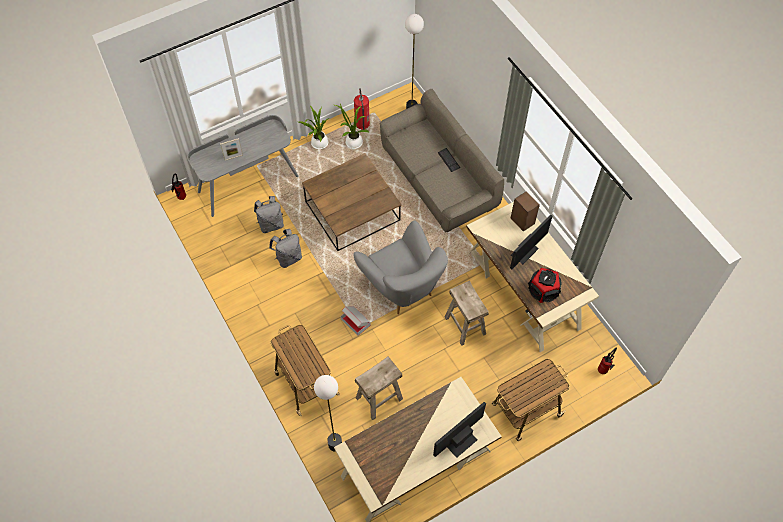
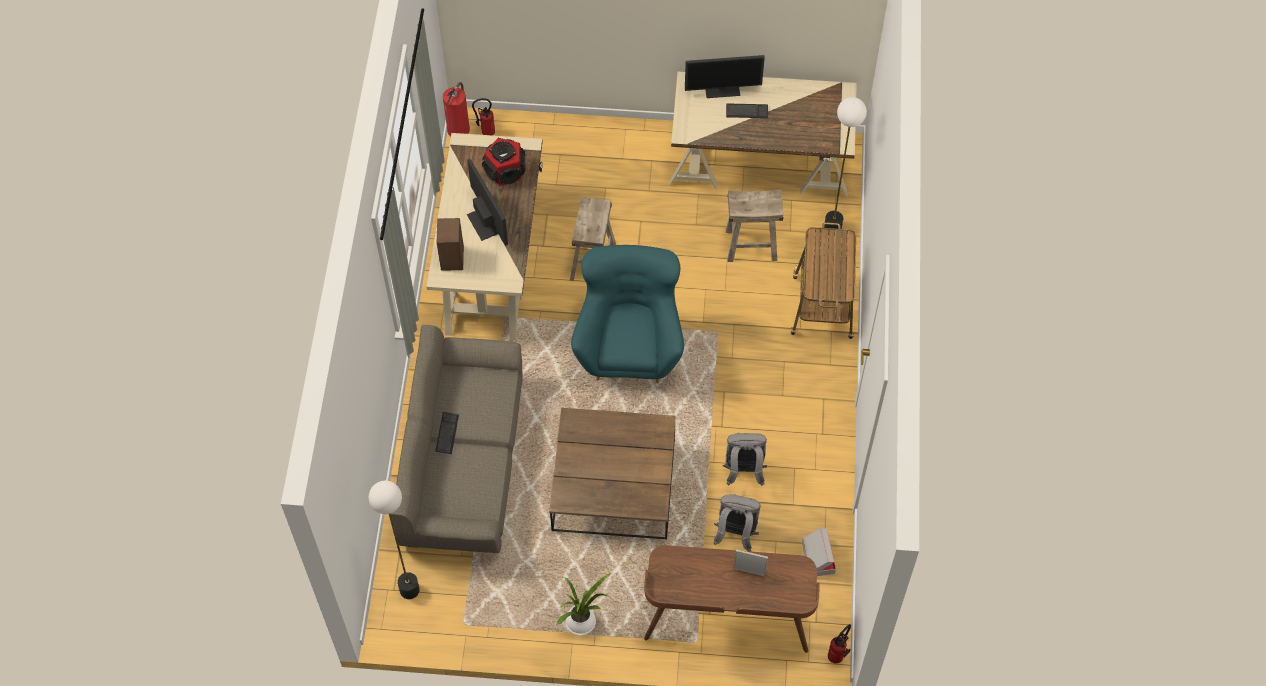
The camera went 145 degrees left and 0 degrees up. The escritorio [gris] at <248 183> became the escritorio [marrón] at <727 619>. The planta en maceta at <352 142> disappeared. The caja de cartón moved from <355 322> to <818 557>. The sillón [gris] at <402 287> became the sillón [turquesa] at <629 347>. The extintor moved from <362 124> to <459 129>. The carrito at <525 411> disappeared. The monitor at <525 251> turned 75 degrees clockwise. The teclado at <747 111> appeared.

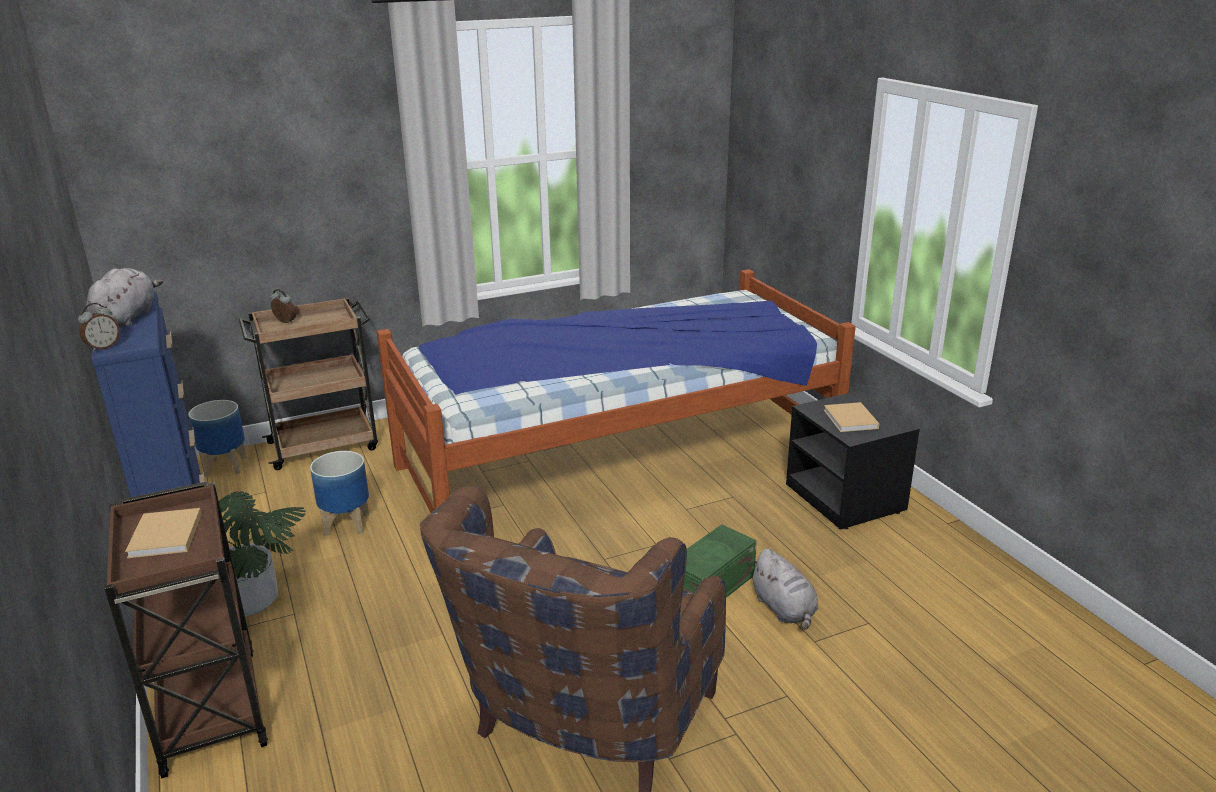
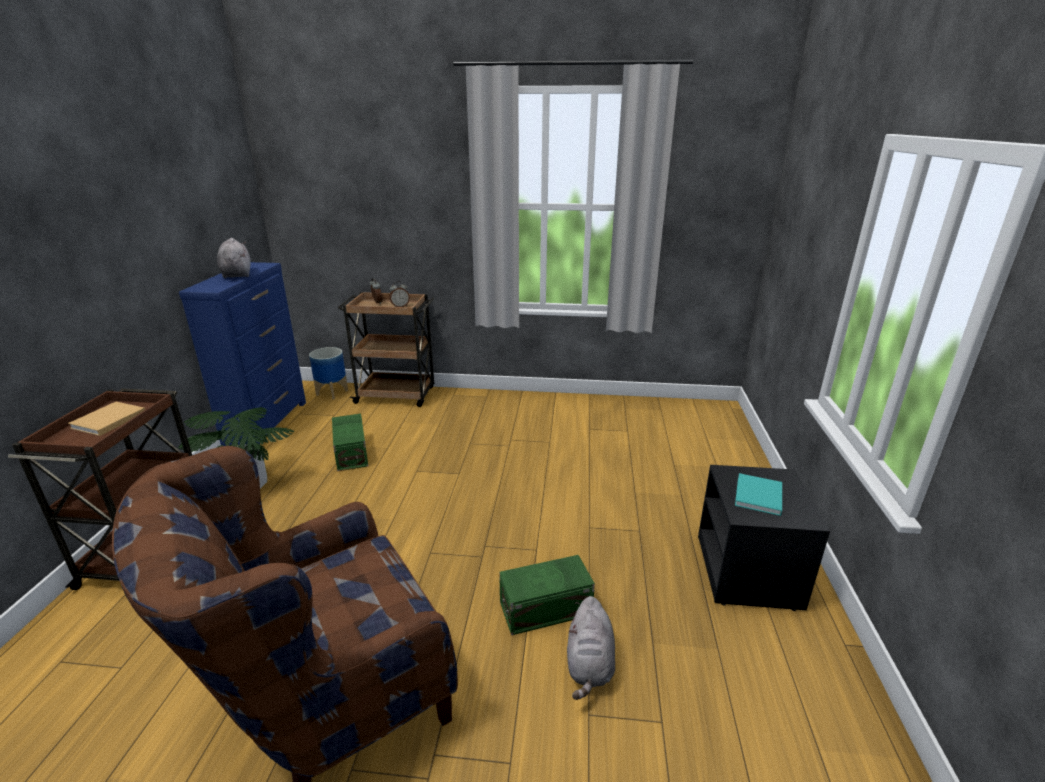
The camera went 30 degrees right and 0 degrees up. The despertador moved from <103 347> to <400 306>. The peluche [gris] at <127 318> turned 60 degrees counterclockwise. The maceta at <347 524> was replaced by the caja de almacenaje [verde] at <352 453>. The cama at <615 463> disappeared. The libro [beis] at <851 420> became the libro [turquesa] at <758 497>.

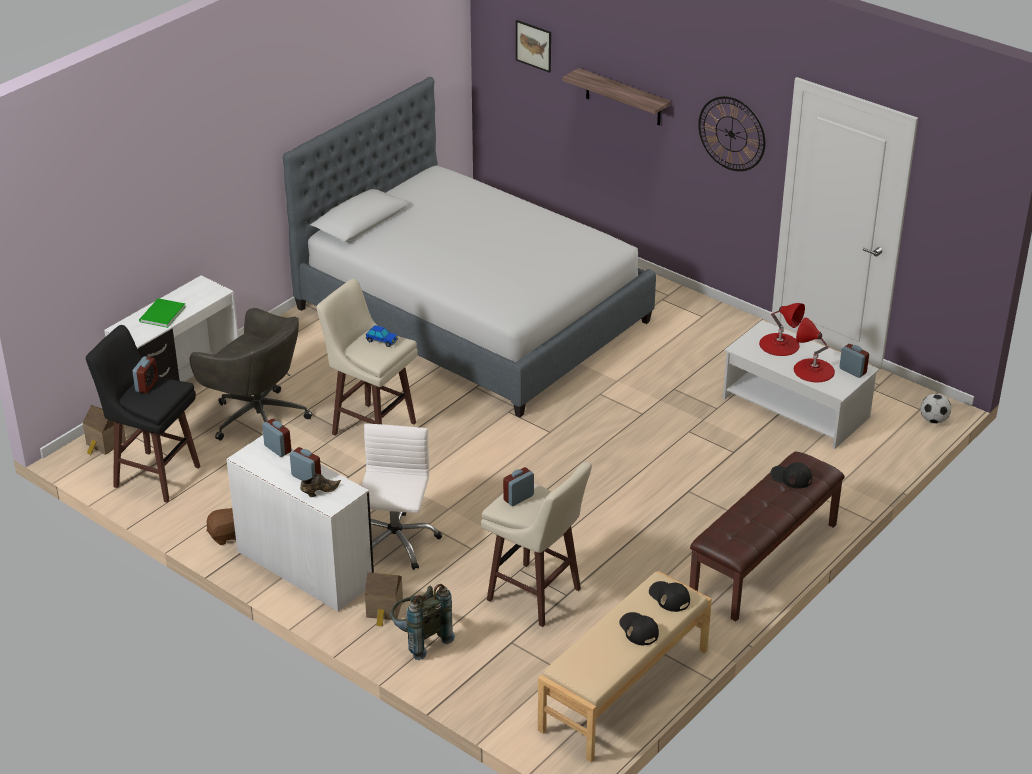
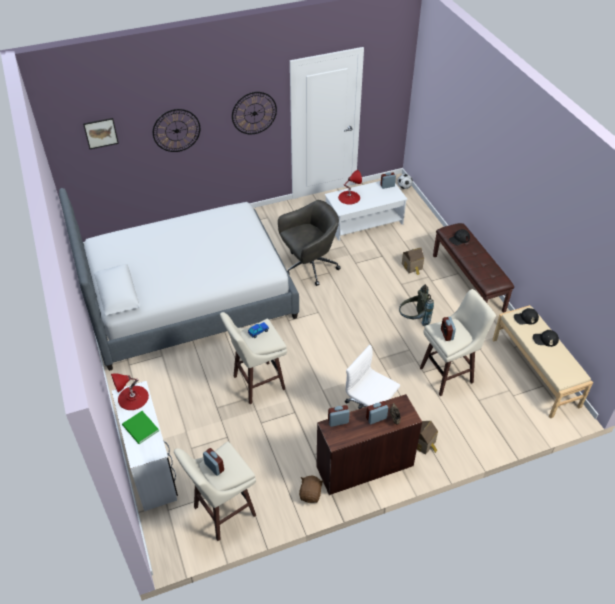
The camera went 60 degrees left and 10 degrees up. The casita moved from <105 444> to <412 267>. The taburete [negro] at <155 475> became the taburete [beis] at <222 512>. The silla de oficina [gris] moved from <257 418> to <309 267>. The escritorio [blanco] at <305 566> became the escritorio [marrón] at <364 465>. The mochila [gris] moved from <419 639> to <413 320>. The estante at <623 97> was replaced by the reloj de pared at <176 130>. The lámpara de mesa [rojo] moved from <813 370> to <133 398>.

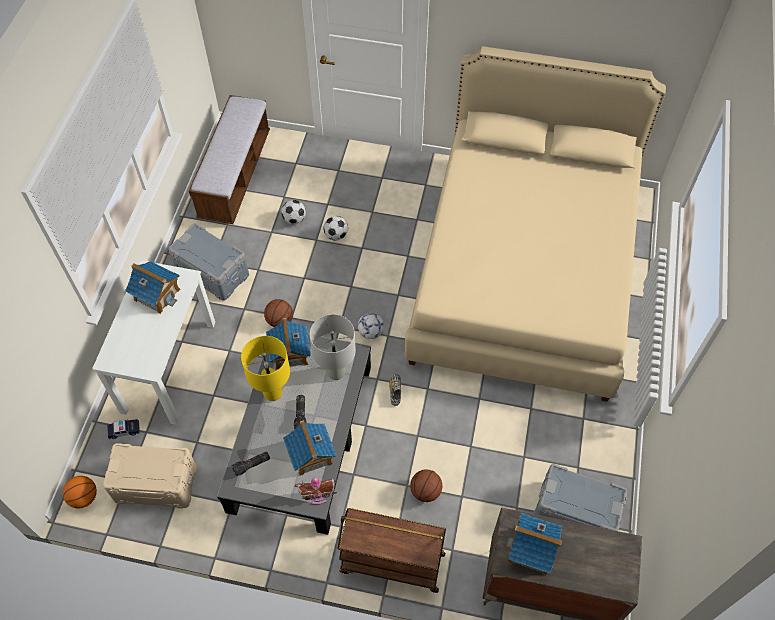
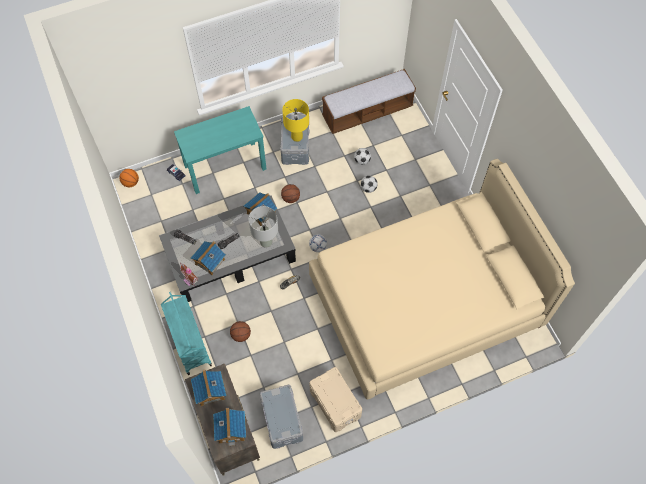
The camera went 55 degrees right and 5 degrees up. The escritorio [blanco] at <169 366> became the escritorio [turquesa] at <225 167>. The caja de almacenaje [beis] moved from <156 483> to <335 403>. The casita moved from <157 294> to <231 429>. The lámpara de mesa [amarillo] moved from <273 393> to <296 137>. The carrito [marrón] at <391 563> became the carrito [turquesa] at <189 343>.

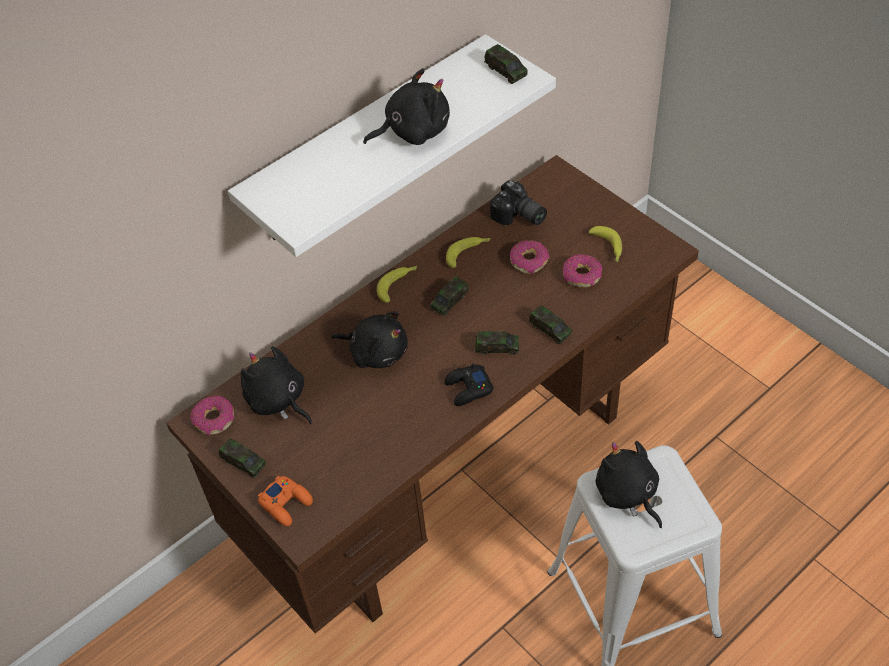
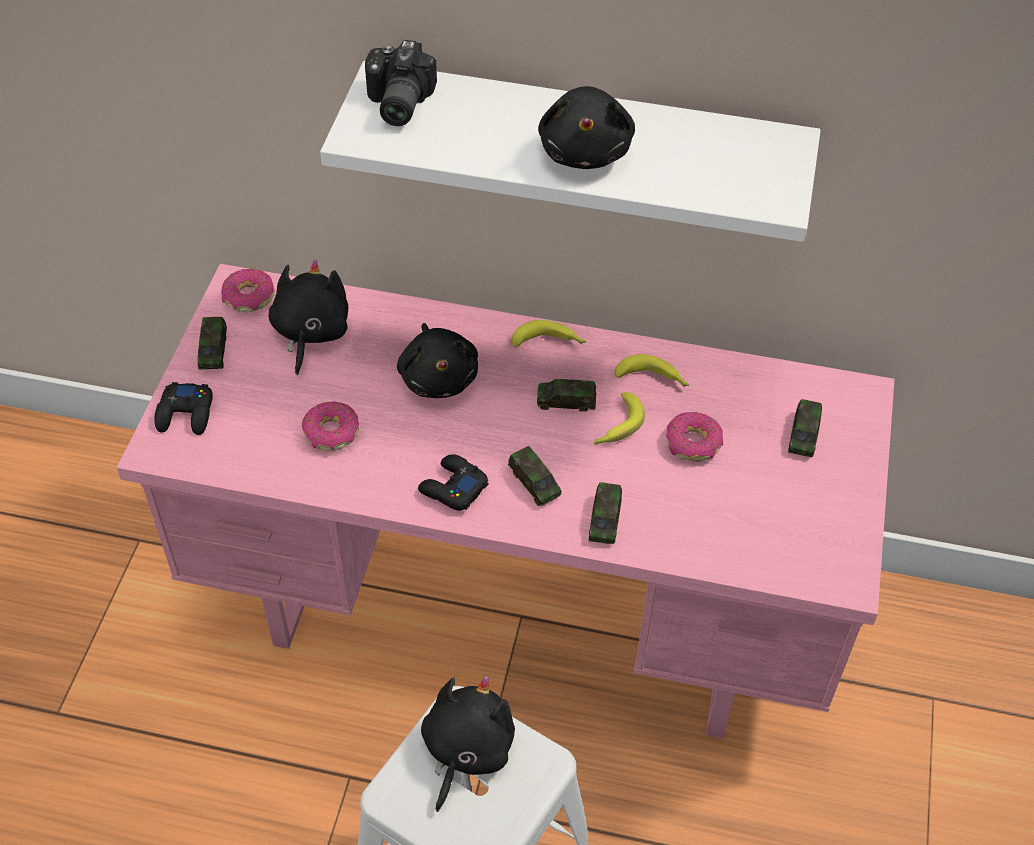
The camera went 50 degrees right and 0 degrees up. The escritorio [marrón] at <456 469> became the escritorio [rosa] at <517 610>. The mando de consola [naranja] at <286 503> became the mando de consola [negro] at <186 414>. The peluche [negro] at <413 131> turned 60 degrees clockwise. The coche de juguete moved from <506 71> to <803 435>. The cámara moved from <518 217> to <396 103>. The rosquilla moved from <582 276> to <331 433>. The plátano moved from <608 248> to <616 427>.

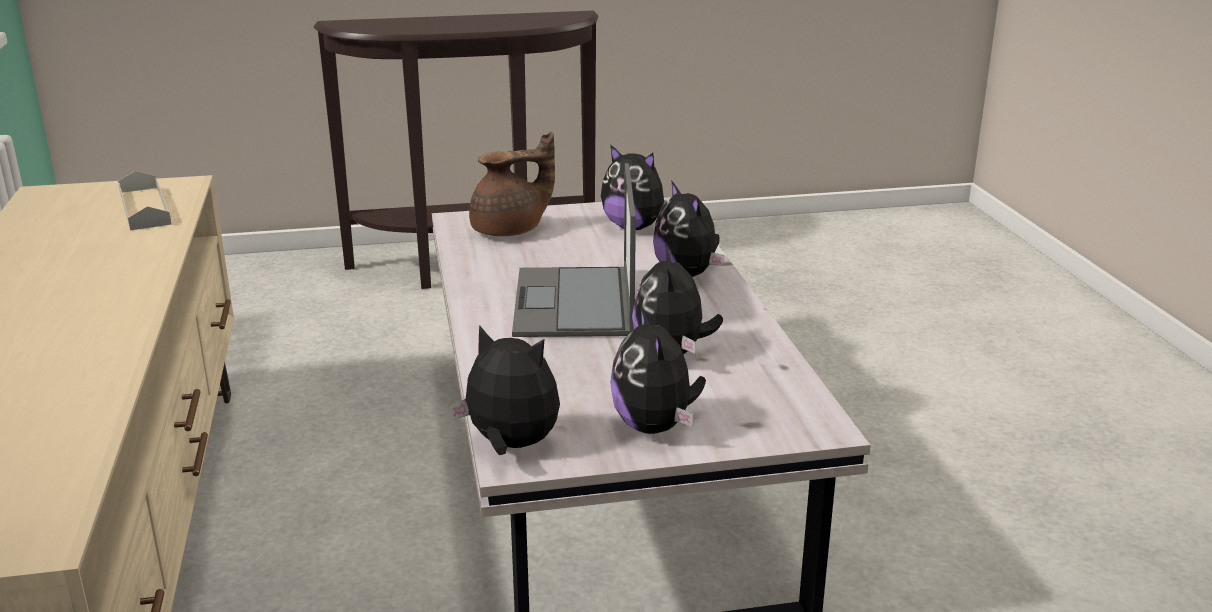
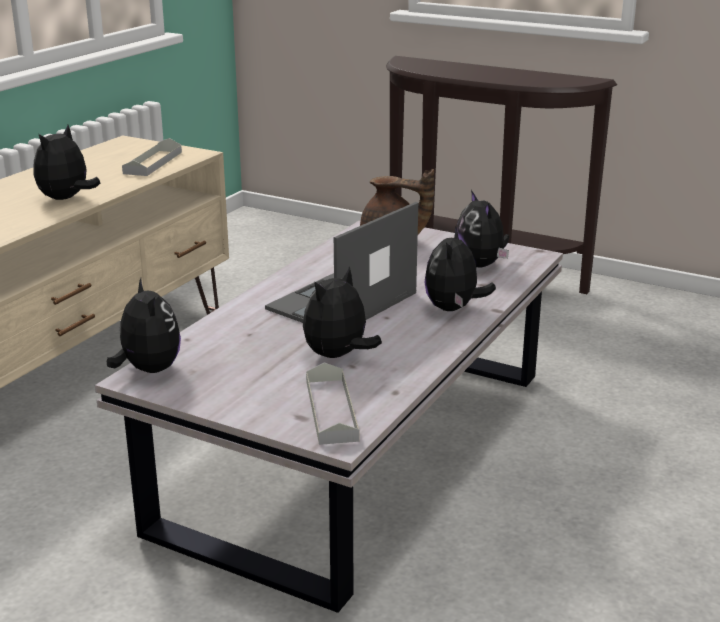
The camera went 40 degrees right and 0 degrees up. The peluche moved from <655 427> to <66 199>. The bandeja [gris] at <331 410> appeared.

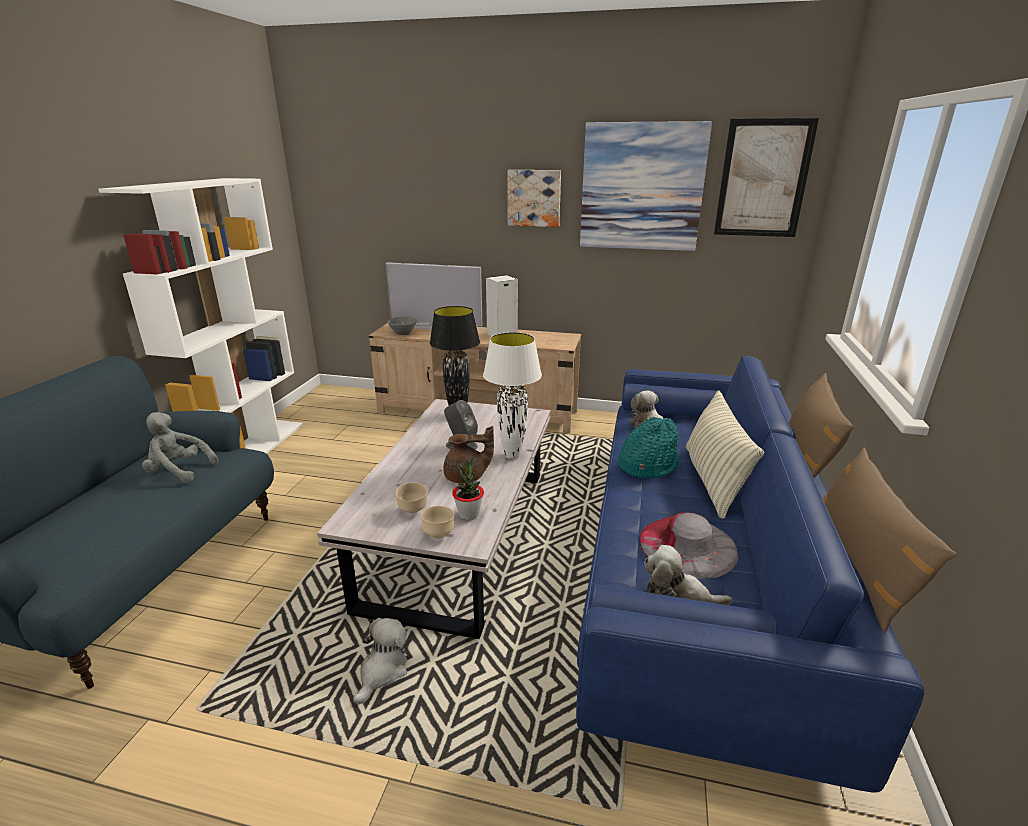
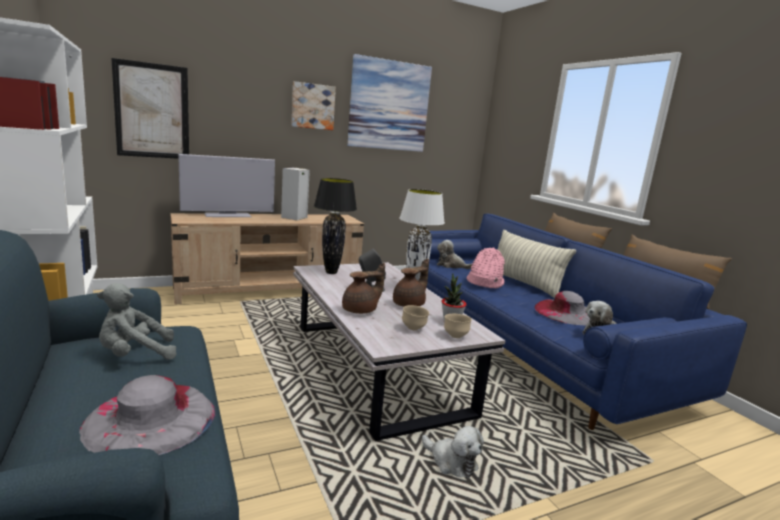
The camera went 40 degrees left and 10 degrees down. The peluche at <382 671> turned 150 degrees clockwise. The cuenco [gris] at <402 333> disappeared. The sombrero [turquesa] at <647 465> became the sombrero [rosa] at <484 282>. The cuadro moved from <763 179> to <152 111>. The sombrero [gris] at <150 419> appeared. The tetera [marrón] at <361 310> appeared.

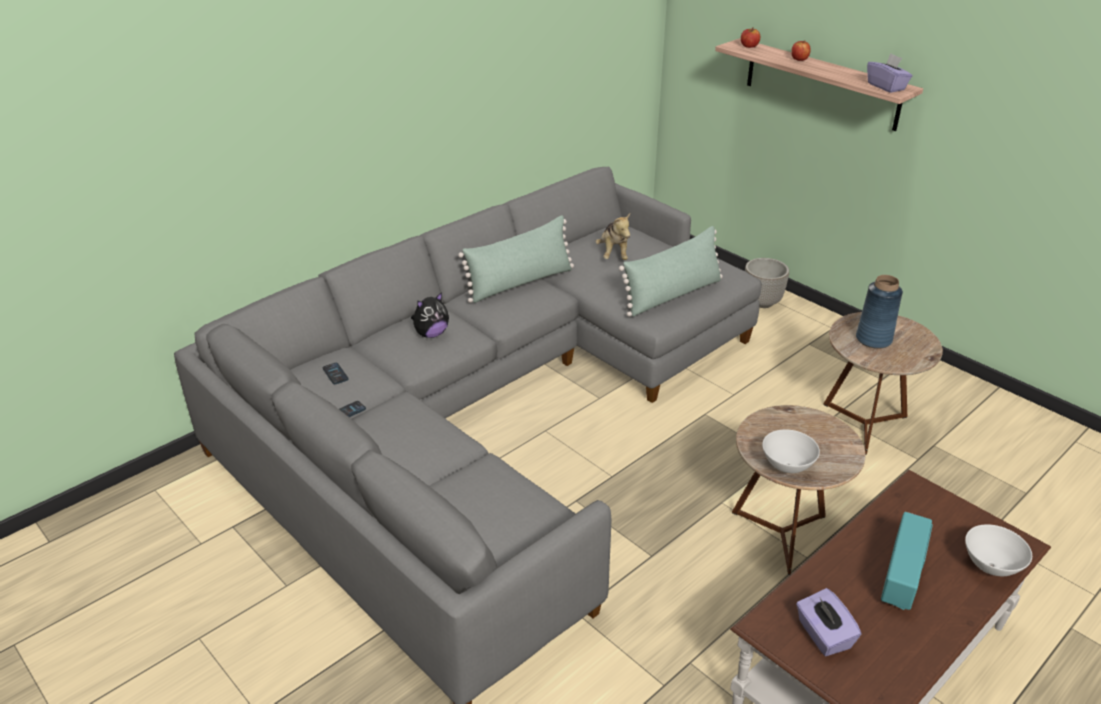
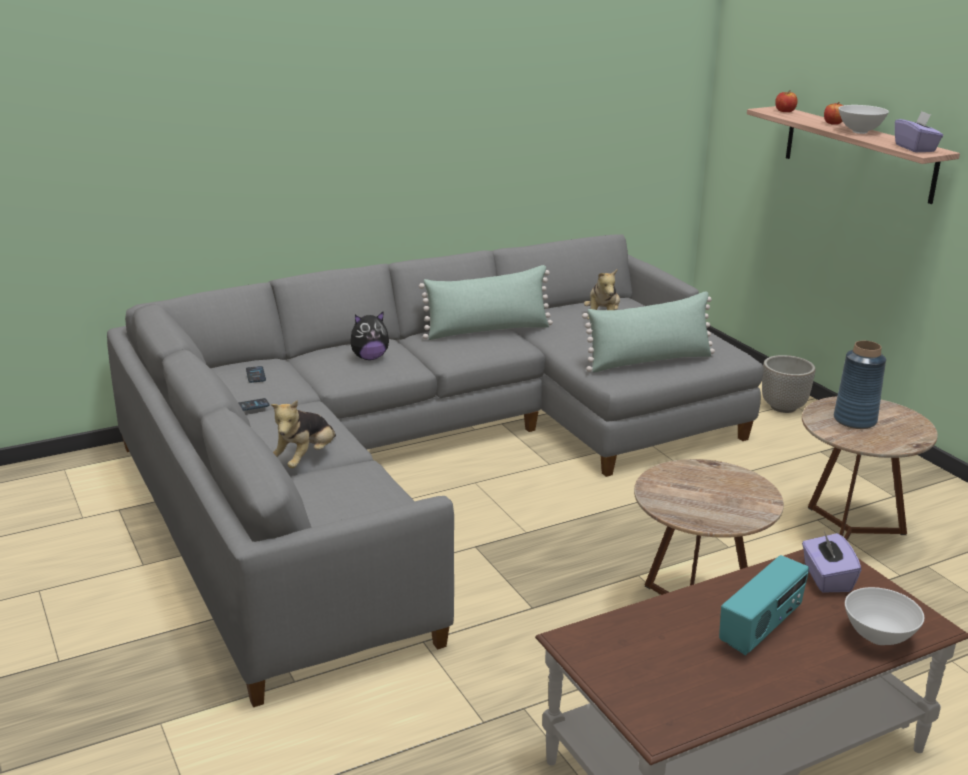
The camera went 15 degrees right and 10 degrees down. The cuenco [blanco] moved from <787 467> to <860 132>. The caja de pañuelos [morado] moved from <823 635> to <826 578>. The peluche at <305 459> appeared.

